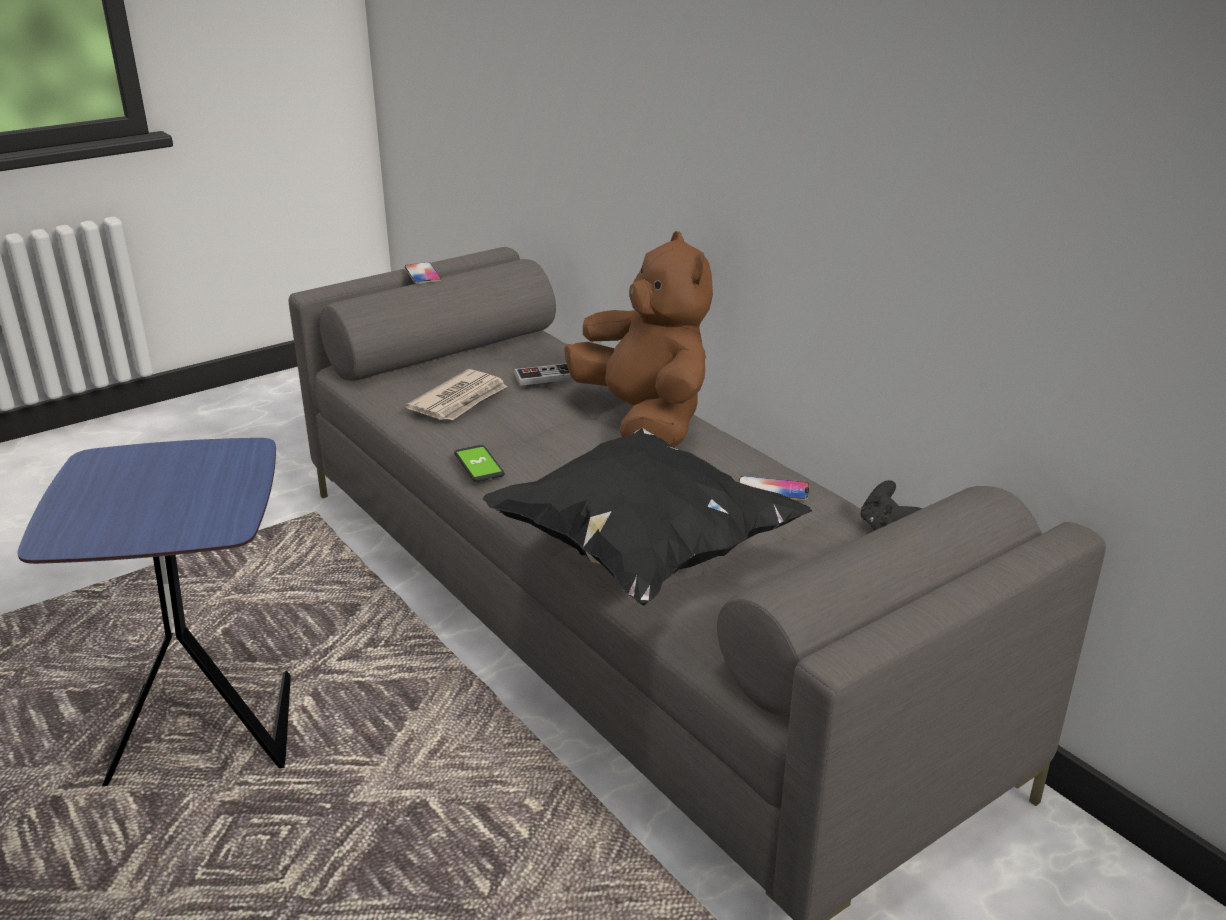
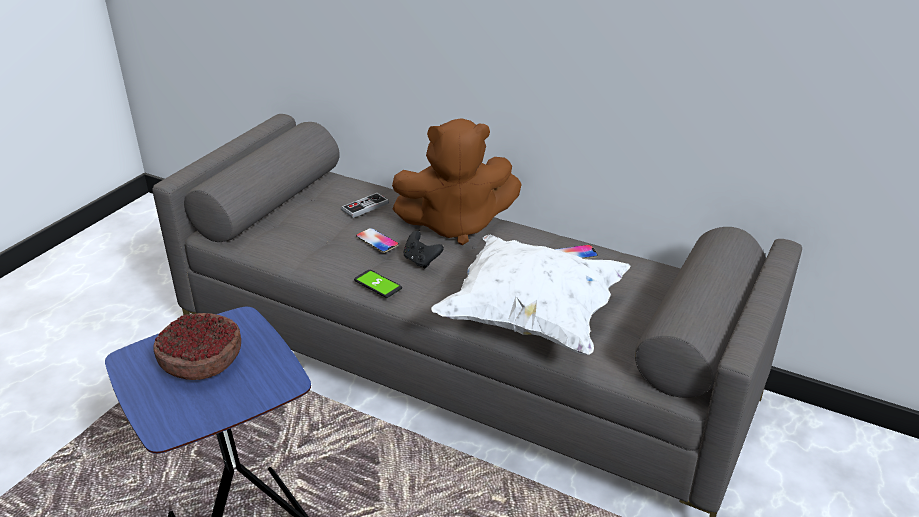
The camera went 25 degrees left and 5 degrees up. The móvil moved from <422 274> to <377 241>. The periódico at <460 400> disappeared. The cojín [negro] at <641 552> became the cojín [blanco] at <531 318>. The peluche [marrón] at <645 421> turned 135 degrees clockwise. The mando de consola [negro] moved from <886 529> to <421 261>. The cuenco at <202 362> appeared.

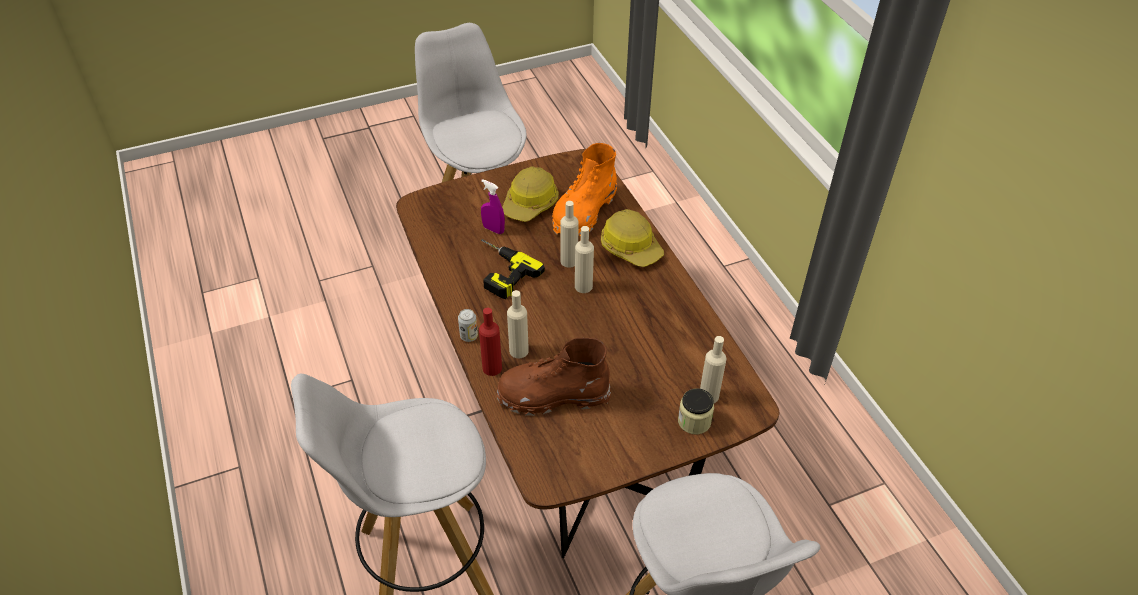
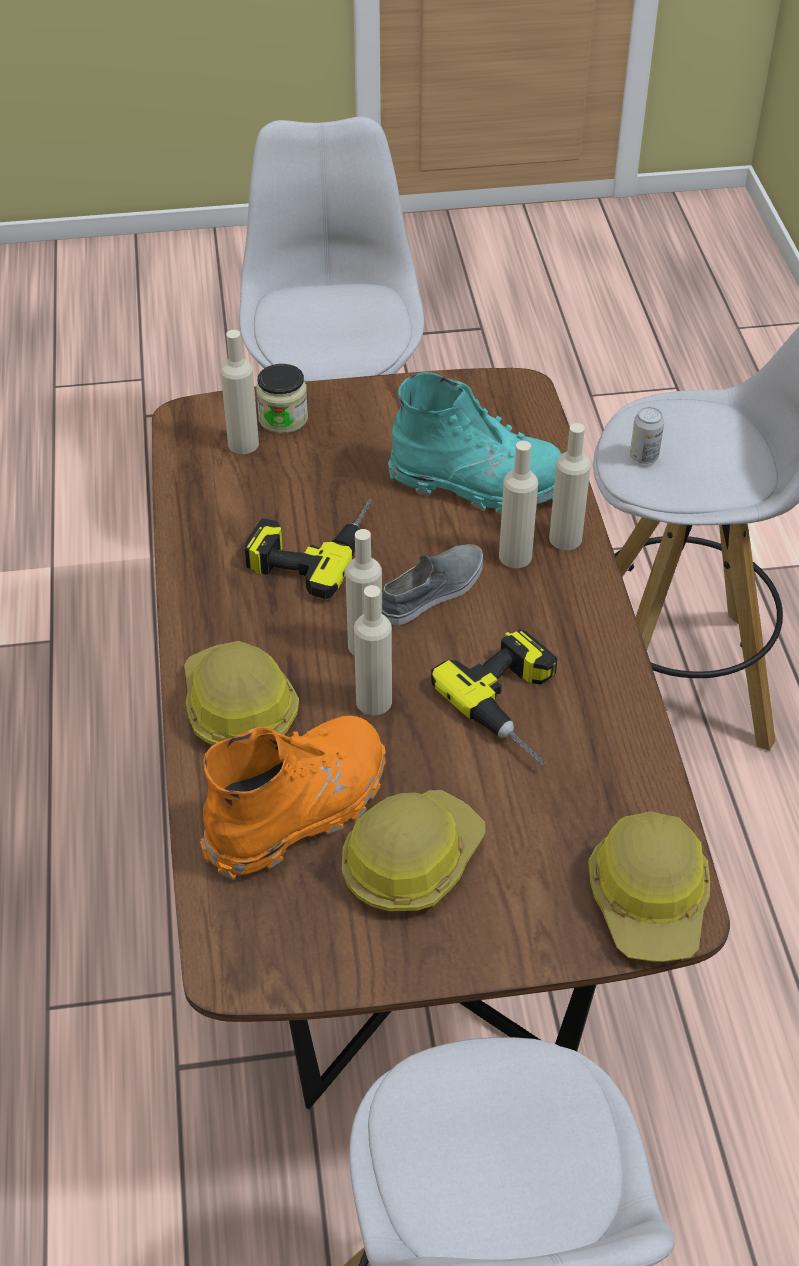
The camera went 165 degrees left and 0 degrees up. The lata moved from <469 336> to <644 456>. The botella [rojo] at <492 368> became the botella [beis] at <565 538>. The pulverizador [morado] at <493 229> disappeared. The bota [marrón] at <553 395> became the bota [turquesa] at <477 484>. The taladro at <312 545> appeared. The zapato [gris] at <433 591> appeared. The casco at <650 898> appeared.

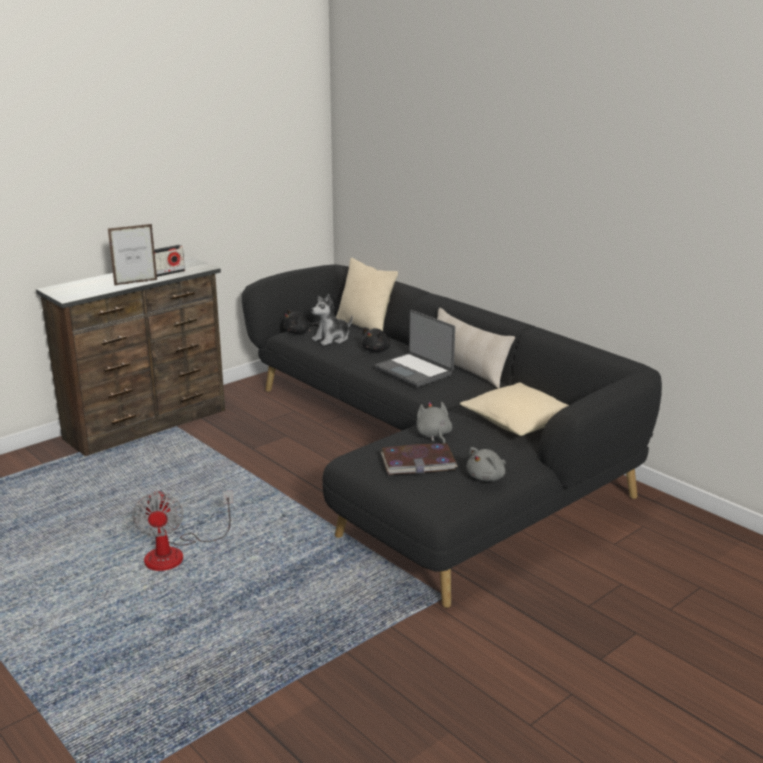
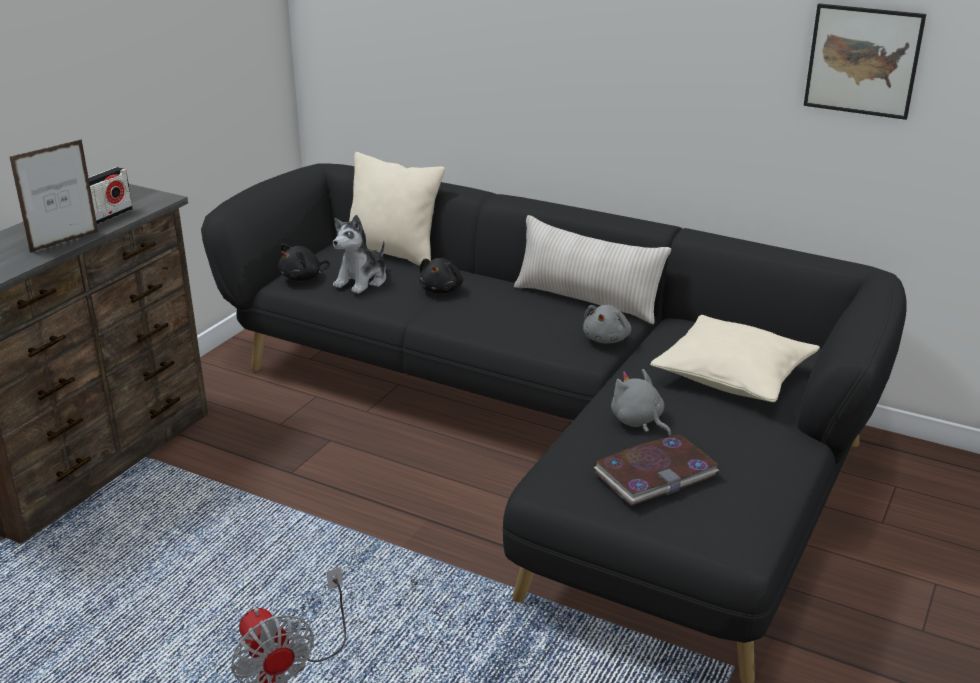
The camera went 20 degrees left and 5 degrees up. The portátil at <415 371> disappeared. The peluche [gris] moved from <487 477> to <607 339>. The cuadro at <863 61> appeared.

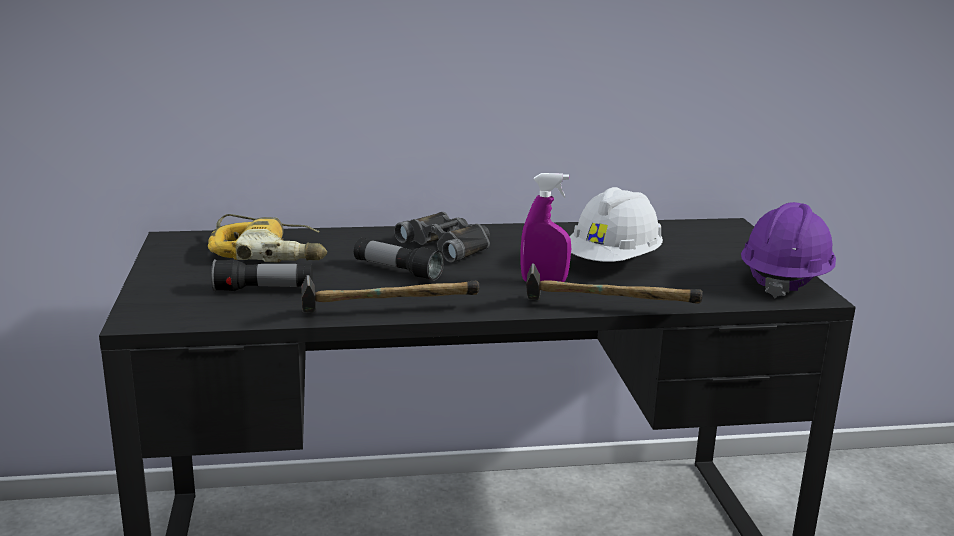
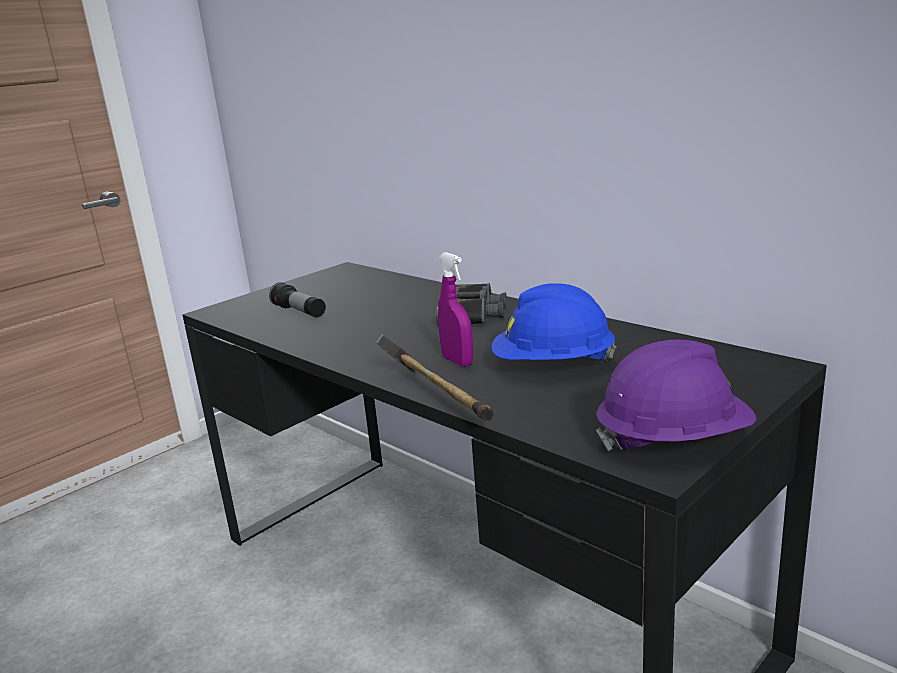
The camera went 55 degrees right and 0 degrees up. The taladro at <270 252> disappeared. The martillo at <384 312> disappeared. The linterna at <397 271> disappeared. The casco [blanco] at <613 263> became the casco [azul] at <552 365>.

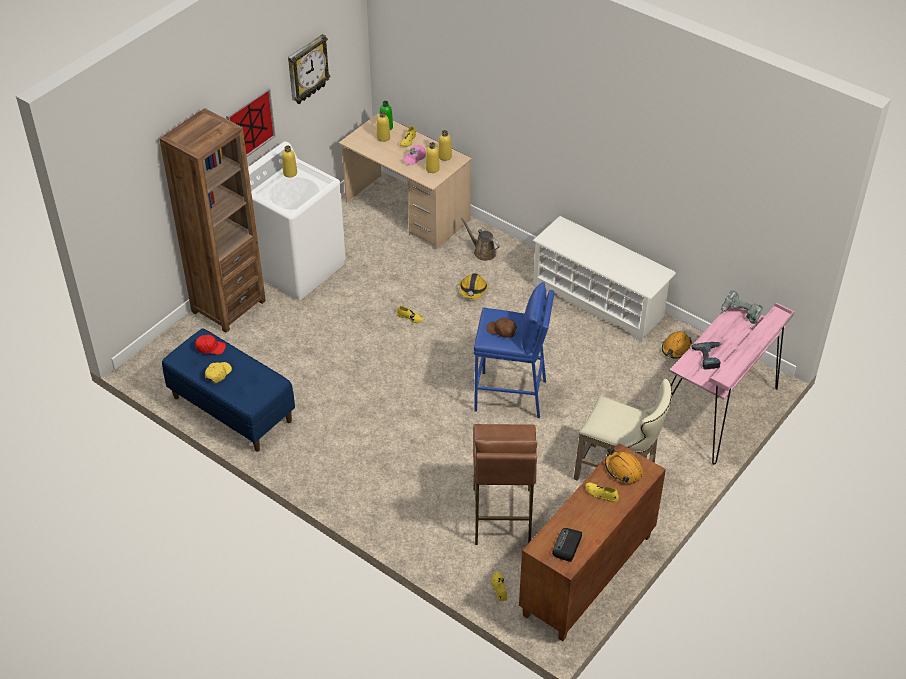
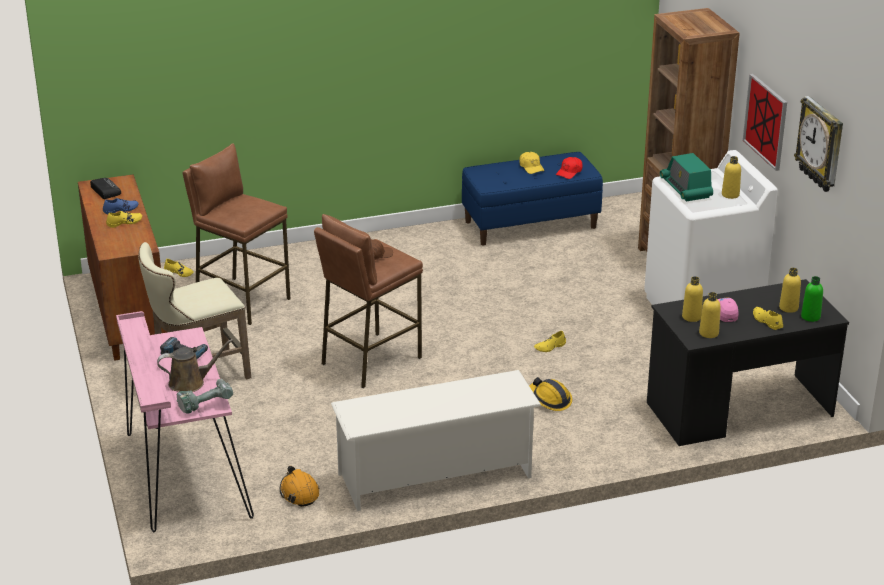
The camera went 125 degrees right and 15 degrees down. The escritorio [beis] at <407 211> became the escritorio [negro] at <739 410>. The regadera [marrón] moved from <482 252> to <190 382>. The taburete [azul] at <511 395> became the taburete [marrón] at <370 360>. The casco [naranja] at <623 469> disappeared. The zapato [azul] at <120 209> appeared. The radio at <686 188> appeared.

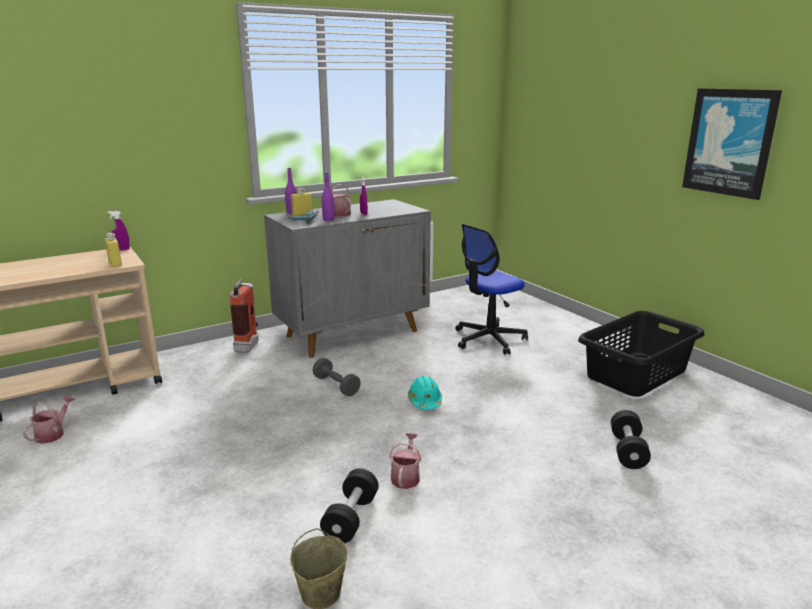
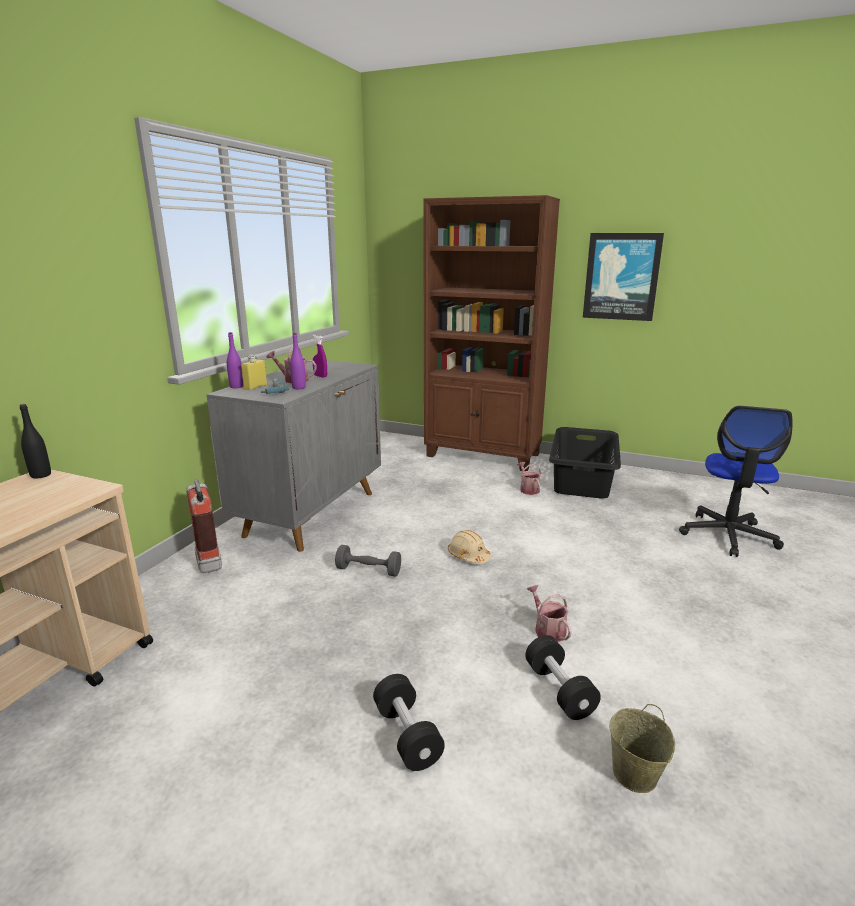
The camera went 35 degrees left and 0 degrees up. The regadera moved from <53 433> to <528 489>. The botella [amarillo] at <115 264> disappeared. The pulverizador [morado] at <121 250> was replaced by the botella [negro] at <41 475>. The casco [turquesa] at <425 401> became the casco [beis] at <468 556>. The silla de oficina moved from <488 339> to <728 535>. The mancuerna [negro] moved from <627 451> to <407 735>. The estantería [marrón] at <483 455> appeared.

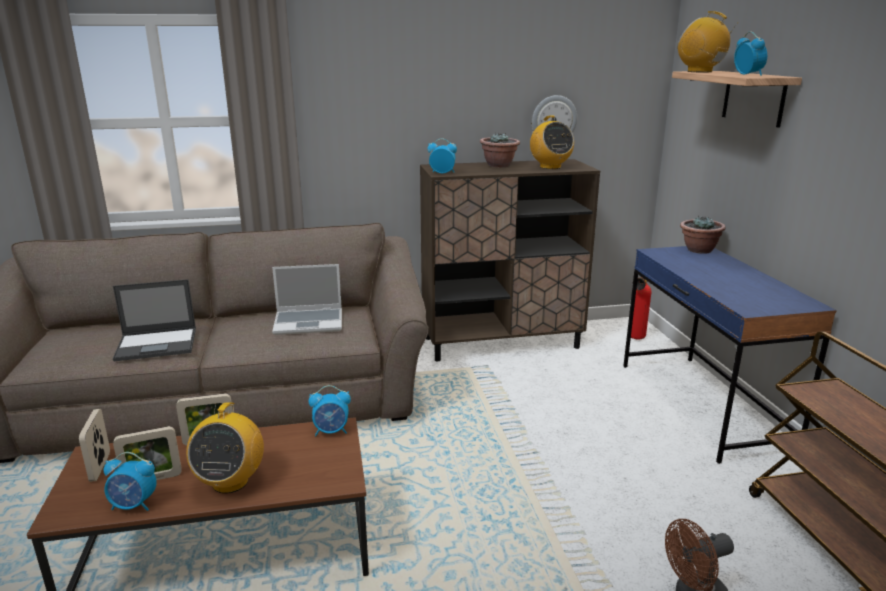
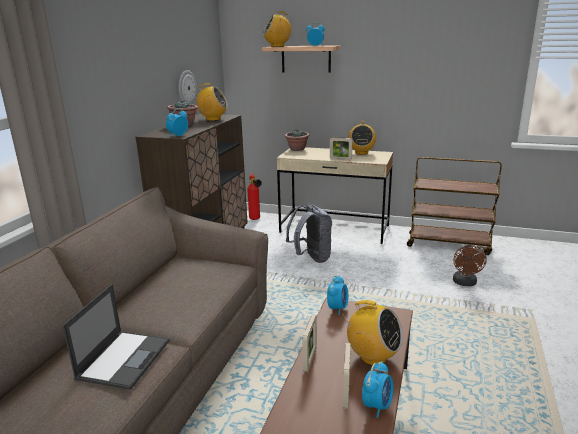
The camera went 60 degrees left and 0 degrees up. The portarretratos moved from <100 467> to <340 159>. The portátil at <309 322> disappeared. The escritorio [azul] at <702 405> became the escritorio [beis] at <334 229>. The mochila [gris] at <311 258> appeared. The radio at <361 153> appeared.

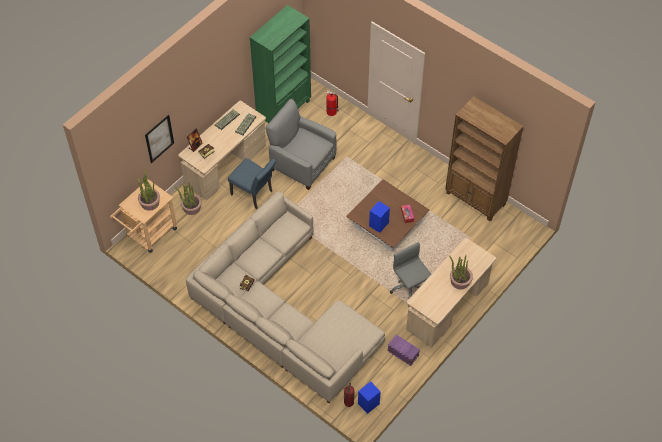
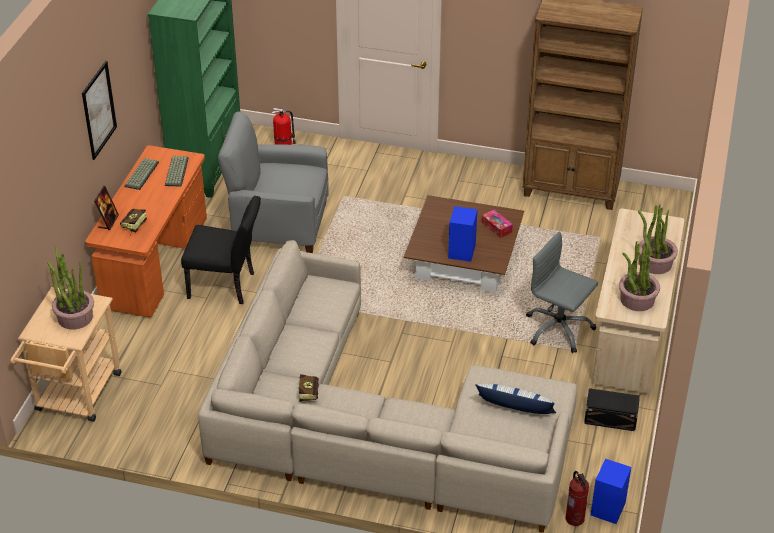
The camera went 25 degrees left and 15 degrees down. The cuadro moved from <159 138> to <99 110>. The planta en maceta moved from <191 208> to <637 300>. The escritorio [beis] at <226 165> became the escritorio [naranja] at <155 263>. The silla [azul] at <254 194> became the silla [negro] at <226 286>. The caja de almacenaje [morado] at <403 354> became the caja de almacenaje [negro] at <611 419>. The cojín at <515 410> appeared.

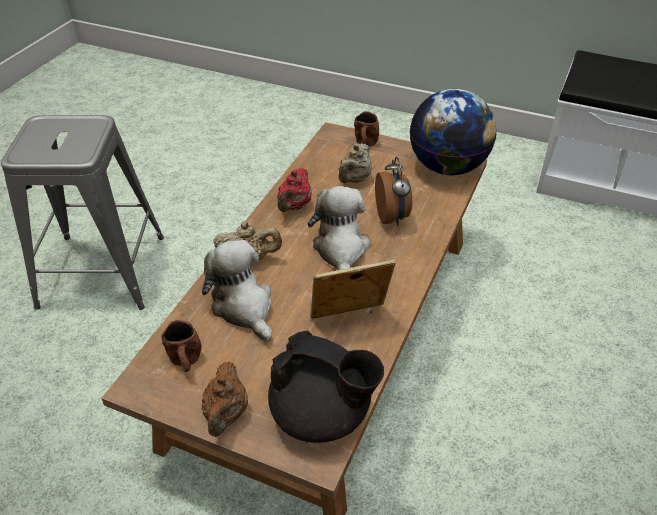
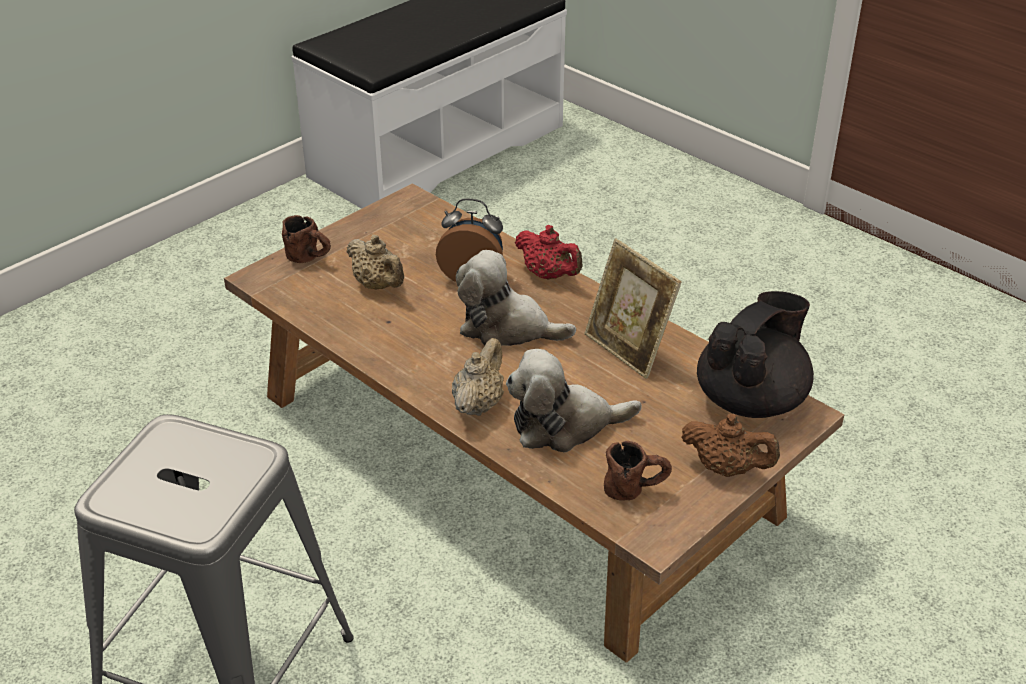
The camera went 70 degrees left and 5 degrees down. The tetera [rojo] moved from <294 206> to <548 275>. The portarretratos at <350 320> turned 45 degrees counterclockwise. The globo terráqueo at <448 167> disappeared.

